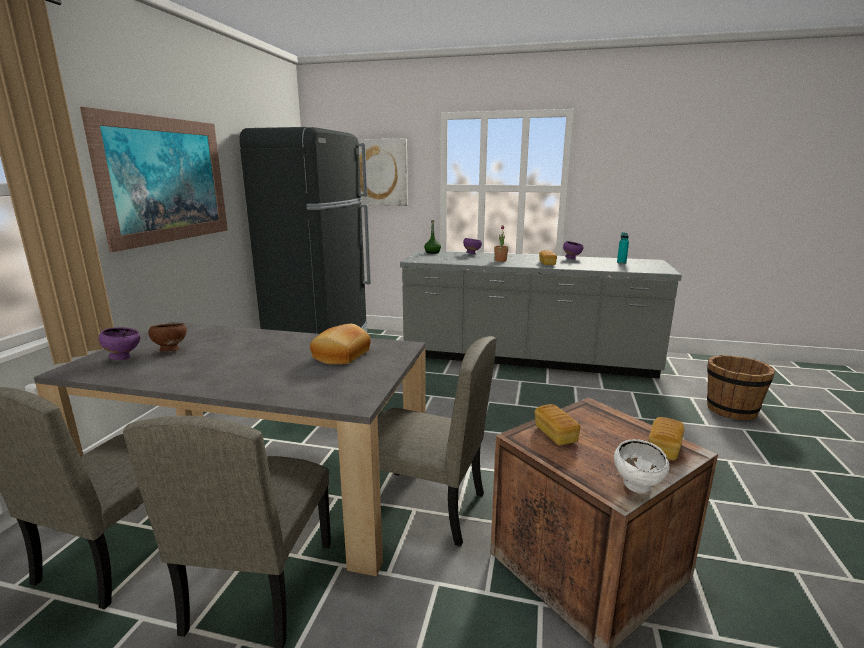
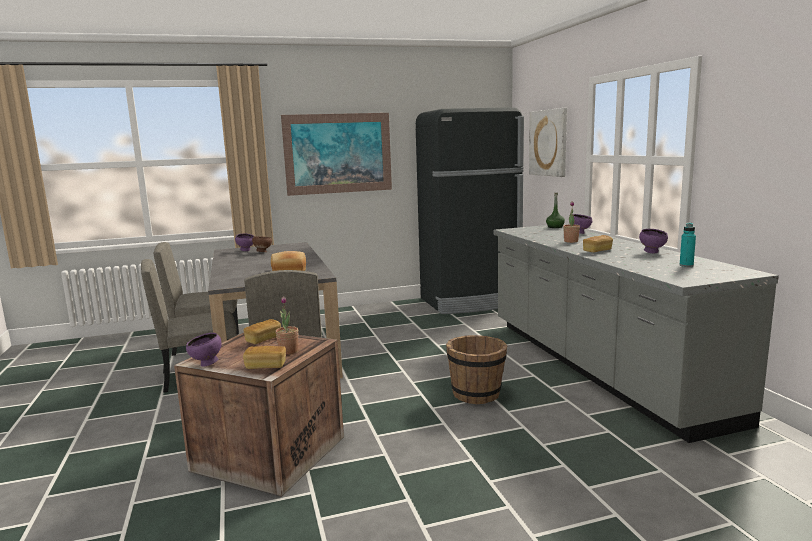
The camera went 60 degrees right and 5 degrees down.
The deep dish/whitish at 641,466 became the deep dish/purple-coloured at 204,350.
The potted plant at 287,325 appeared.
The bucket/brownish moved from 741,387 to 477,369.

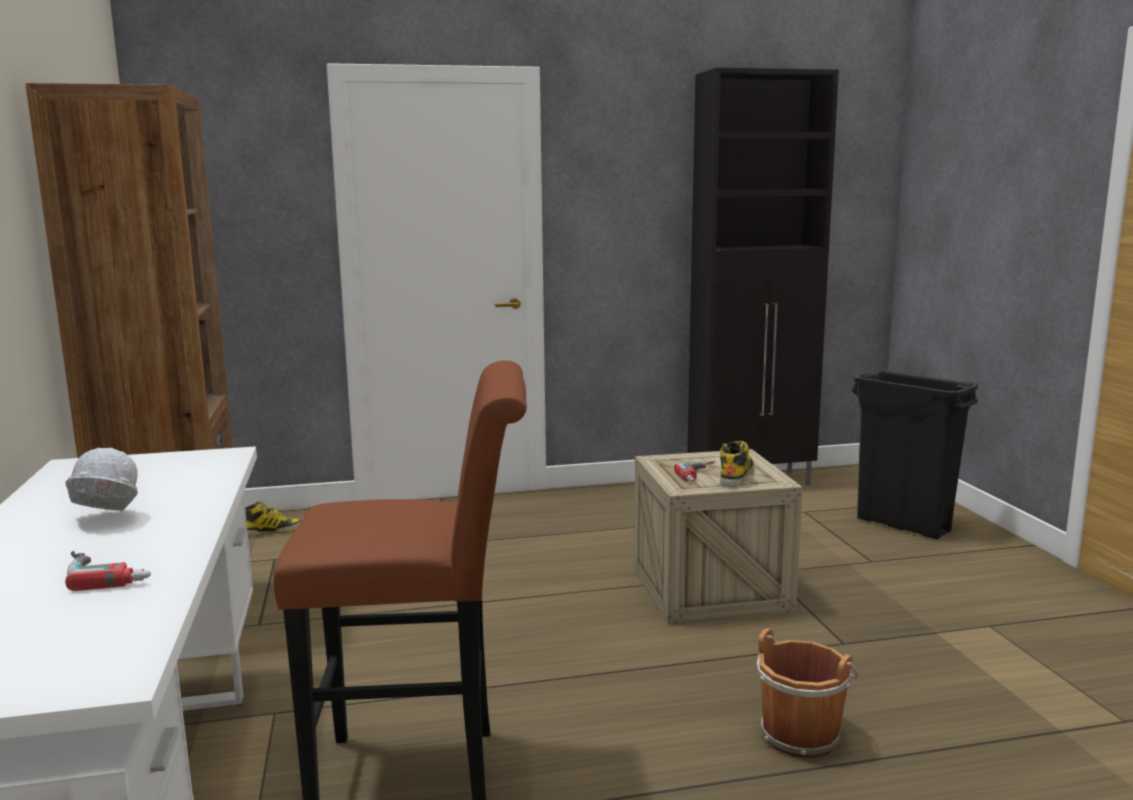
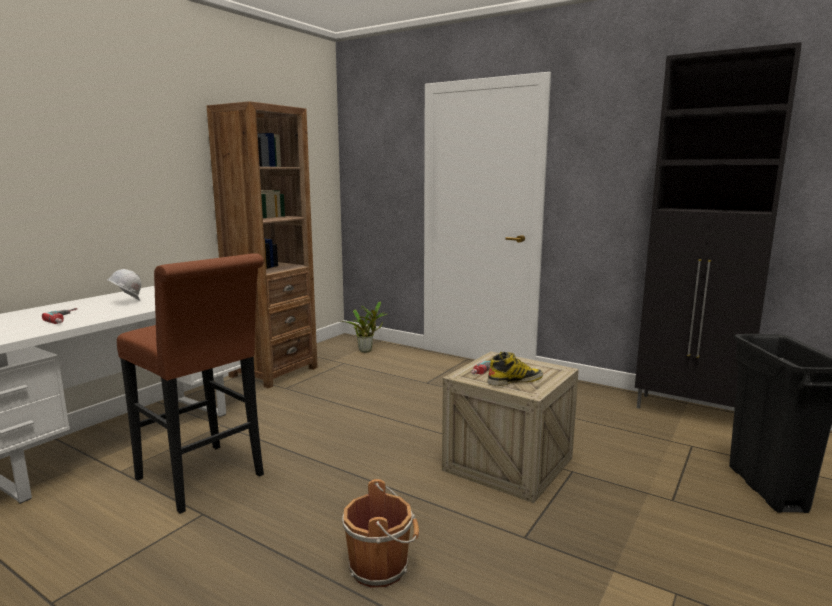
The camera went 45 degrees right and 0 degrees up.
The high-top boot at 273,518 was replaced by the potted plant at 363,327.

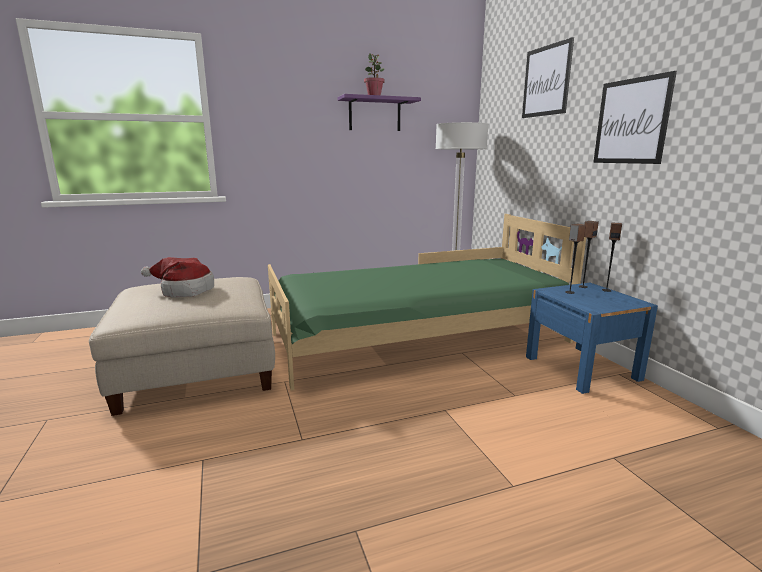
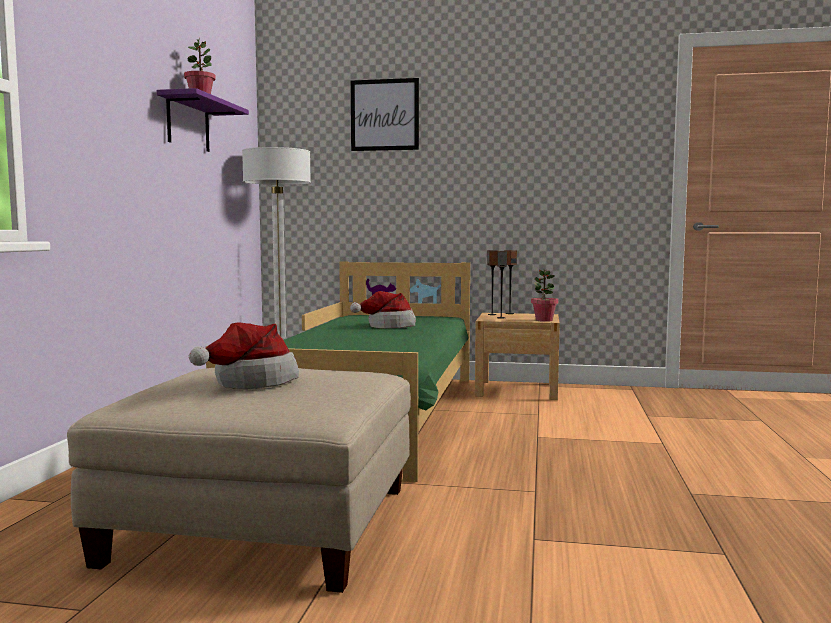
The camera went 60 degrees left and 10 degrees down.
The clothing hat at 383,310 appeared.
The nightstand/blue at 592,338 became the nightstand/beige-coloured at 517,356.
The potted plant at 545,295 appeared.
The wall art at 635,117 disappeared.

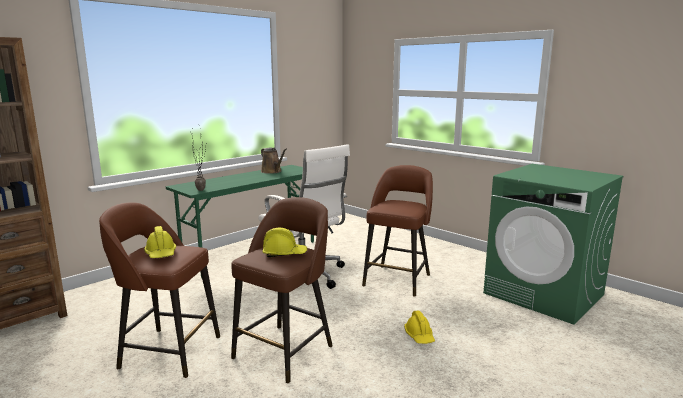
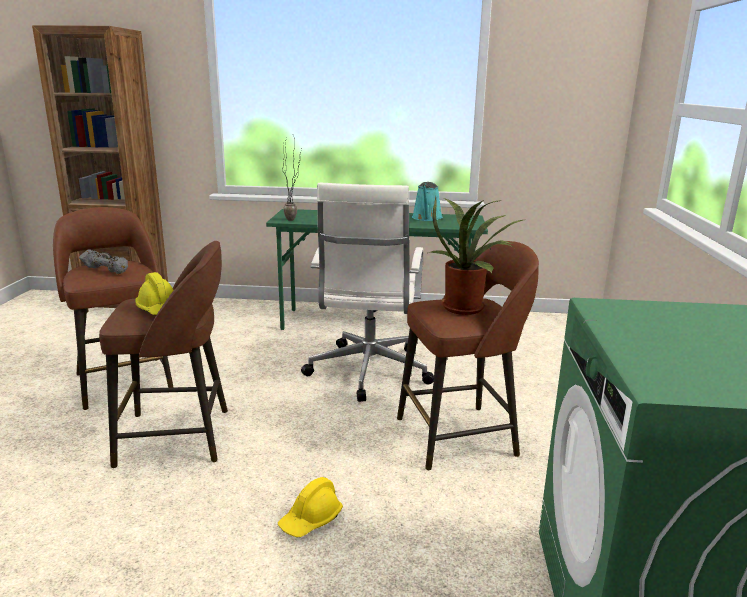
The camera went 50 degrees right and 5 degrees up.
The hard hat/yellowish at 160,242 was replaced by the dumbbell/grey at 103,261.
The sprinkling can/brownish at 274,160 became the sprinkling can/turquoise at 427,201.
The potted plant at 475,255 appeared.

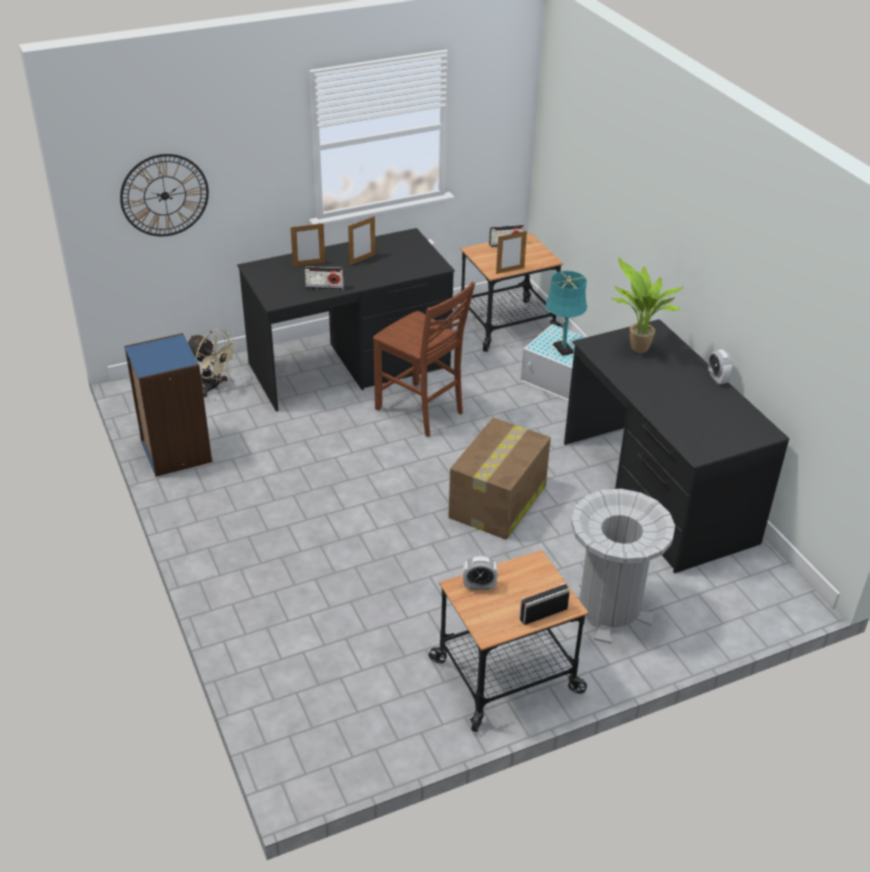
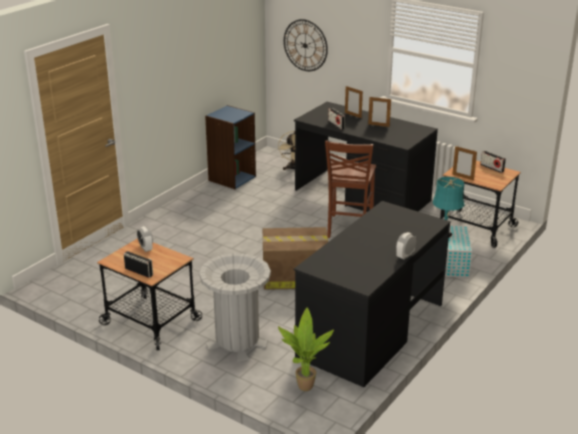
The camera went 60 degrees right and 10 degrees down.
The potted plant moved from 648,305 to 306,349.

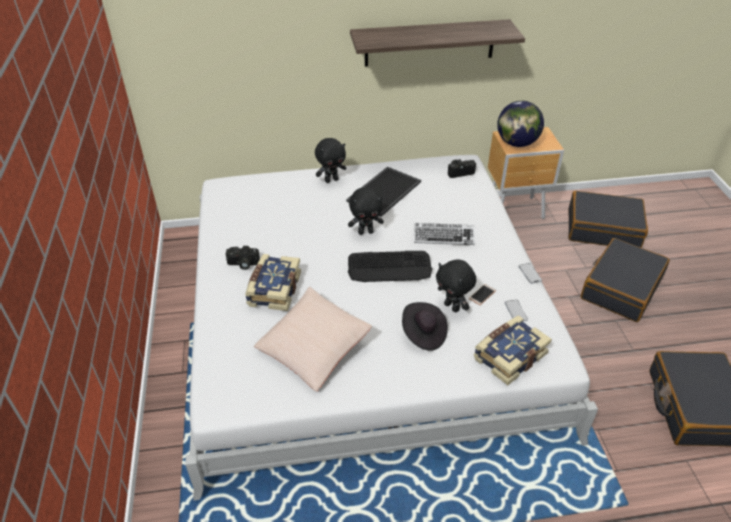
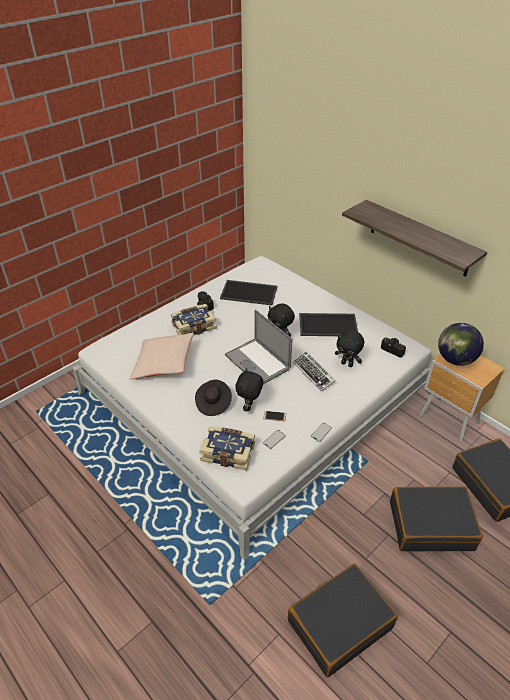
The camera went 55 degrees right and 0 degrees up.
The carrying tray at 249,292 appeared.
The PC keyboard at 390,266 was replaced by the notebook computer at 258,346.
The plush toy/black-coloured moved from 331,160 to 349,348.

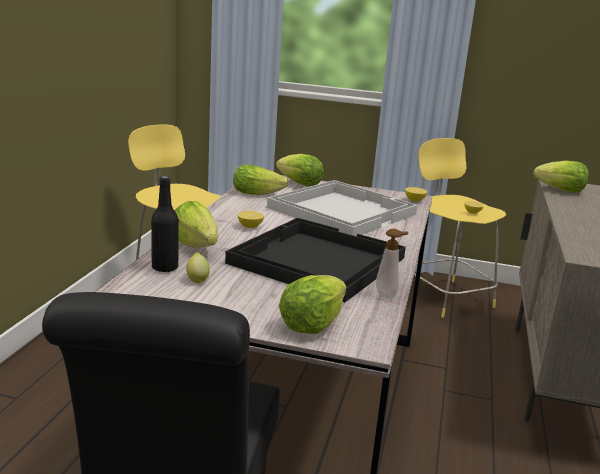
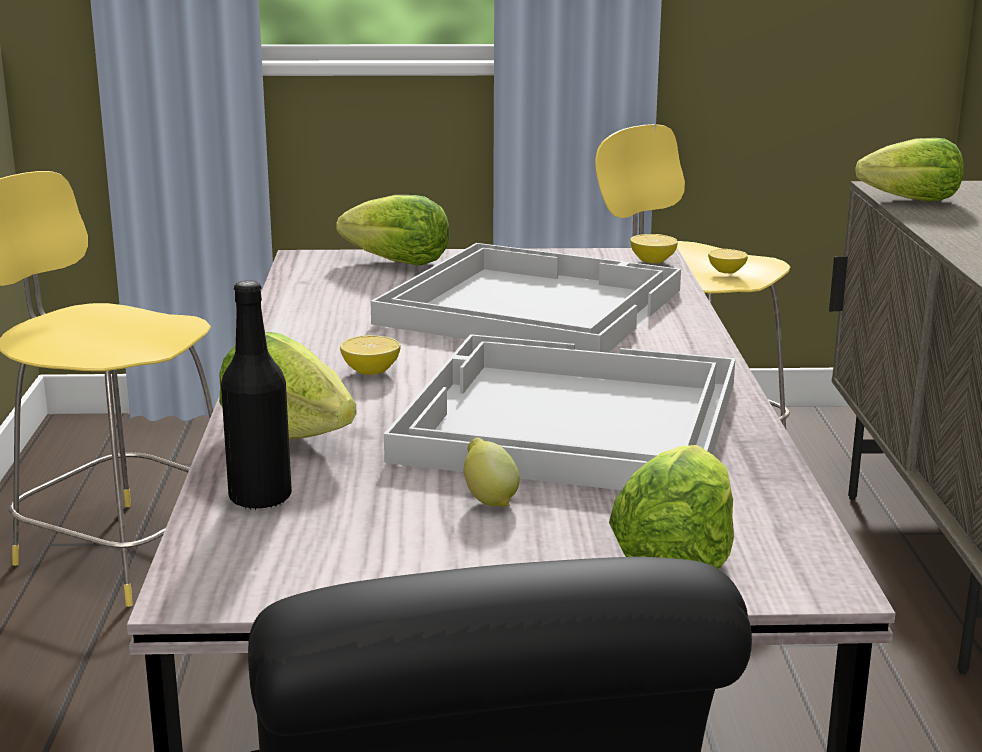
The camera went 15 degrees left and 0 degrees up.
The carrying tray/black-coloured at 315,260 became the carrying tray/whitish at 559,412.
The lemon moved from 198,268 to 492,472.
The head of lettuce at 261,180 disappeared.
The soap bottle at 392,264 disappeared.

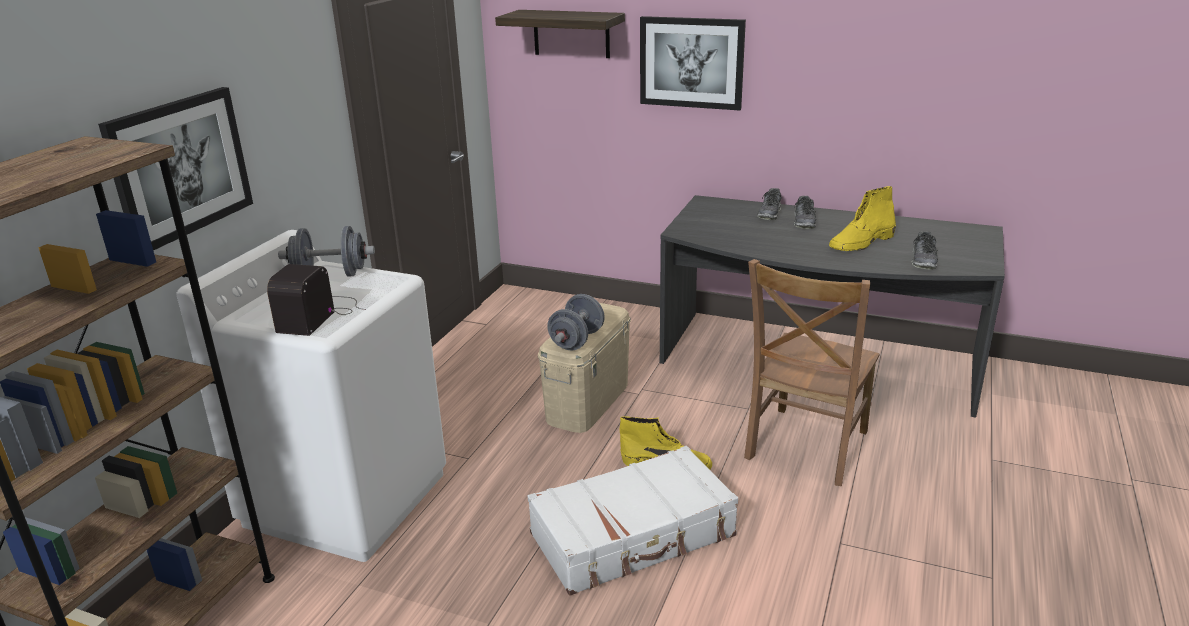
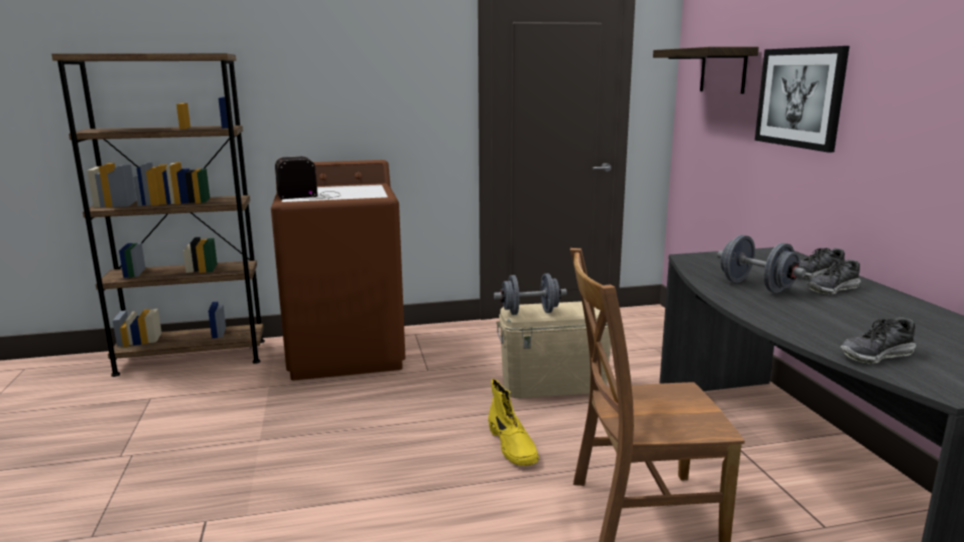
The camera went 55 degrees right and 10 degrees down.
The laundry appliance/whitish at 311,396 became the laundry appliance/brownish at 338,270.
The dumbbell/grey moved from 326,251 to 761,264.
The wall art at 175,168 disappeared.
The piece of luggage/whitish at 633,521 disappeared.
The high-top boot/yellowish at 862,218 disappeared.

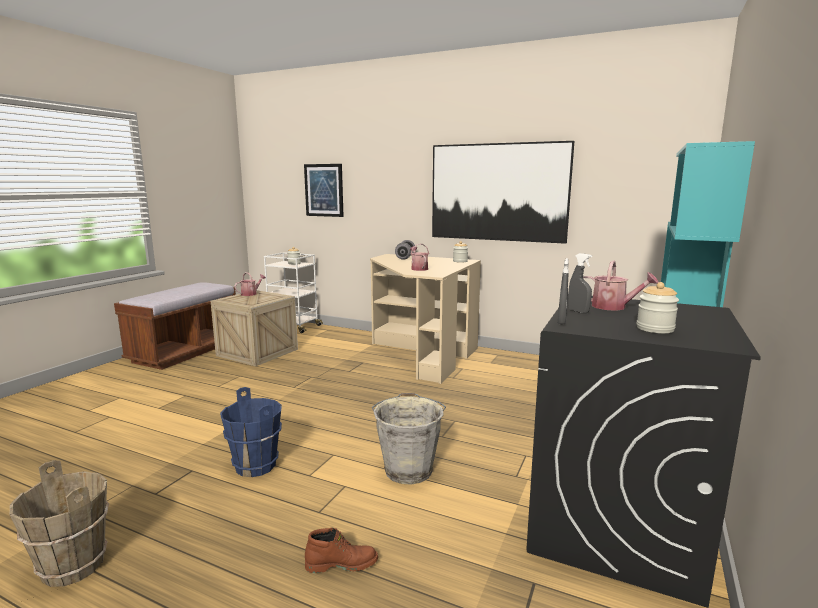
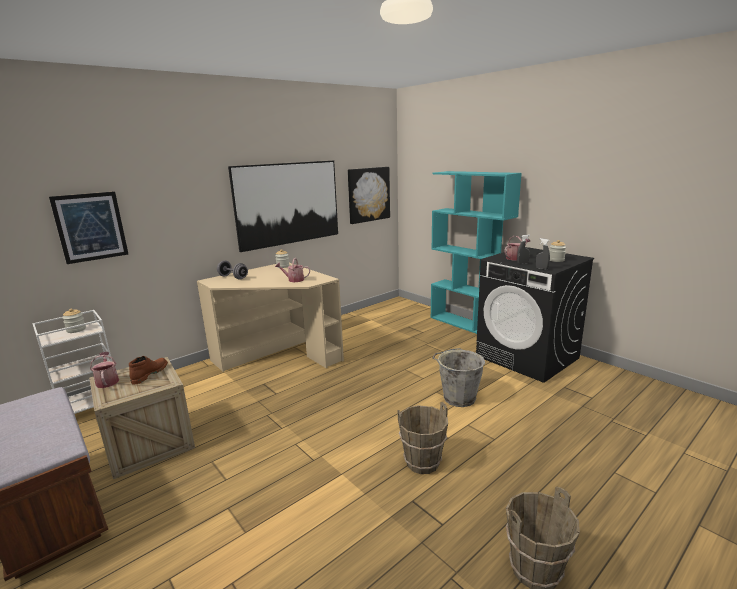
The camera went 65 degrees left and 5 degrees up.
The high-top boot/brownish moved from 341,550 to 148,370.
The wall art at 369,195 appeared.
The bucket/blue at 251,432 became the bucket/brownish at 423,438.

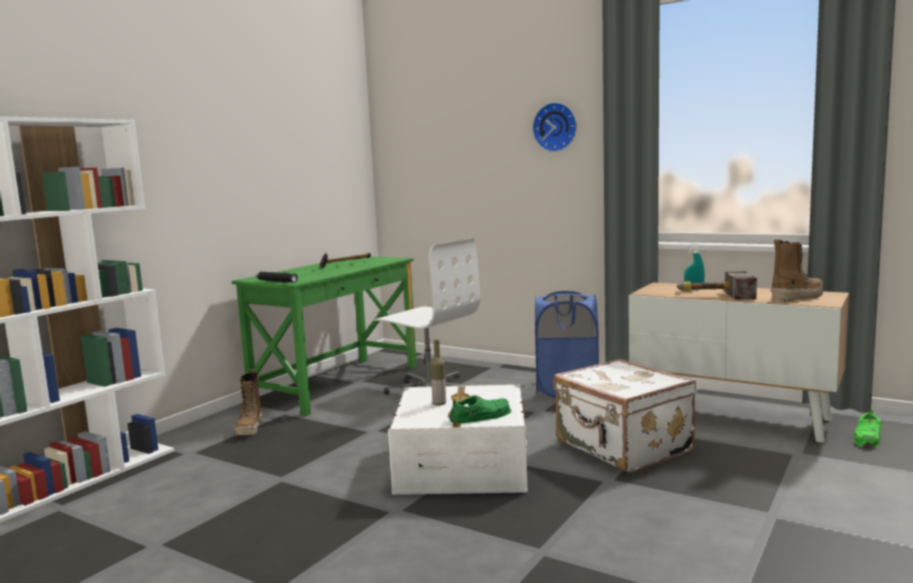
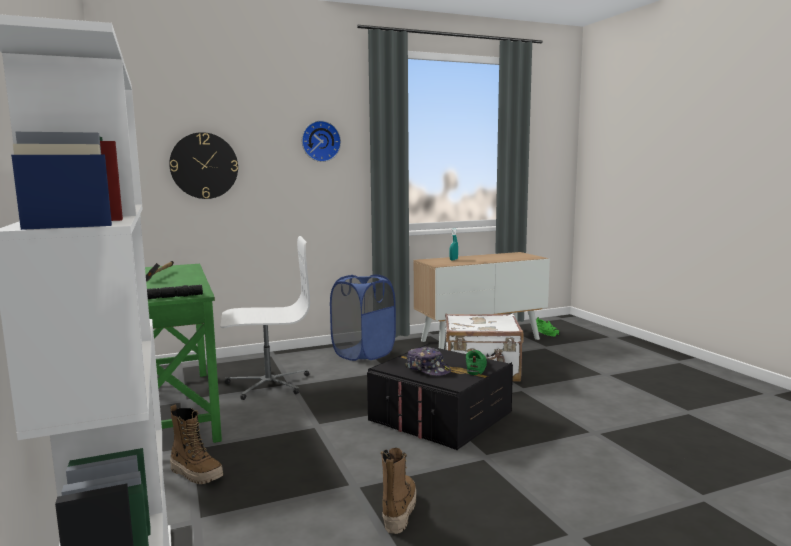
The camera went 55 degrees left and 0 degrees up.
The clock on the wall at 203,165 appeared.
The storage container/whitish at 457,439 became the storage container/black-coloured at 440,397.
The high-top boot moved from 797,270 to 398,491.
The drink bottle at 438,372 was replaced by the cap at 428,361.
The tool hammer at 717,285 disappeared.

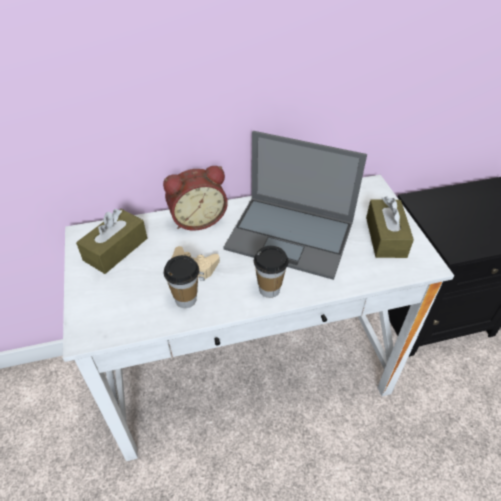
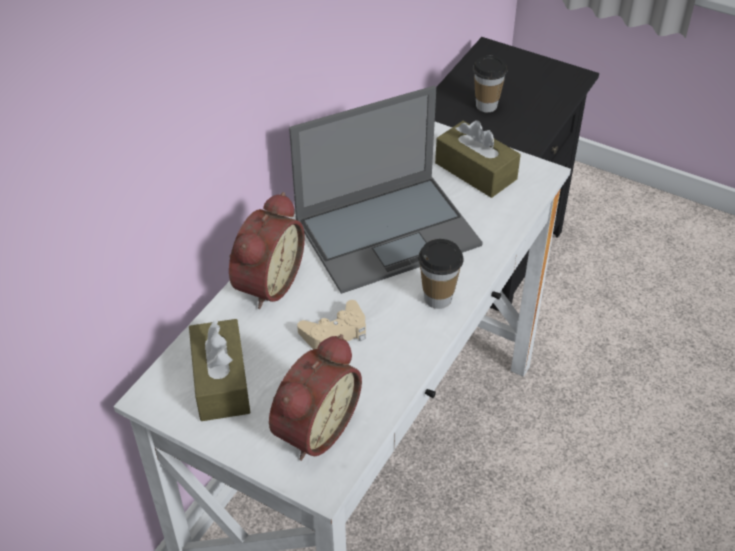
The camera went 45 degrees left and 0 degrees up.
The alarm clock at 315,397 appeared.
The small cup moved from 181,281 to 490,84.

